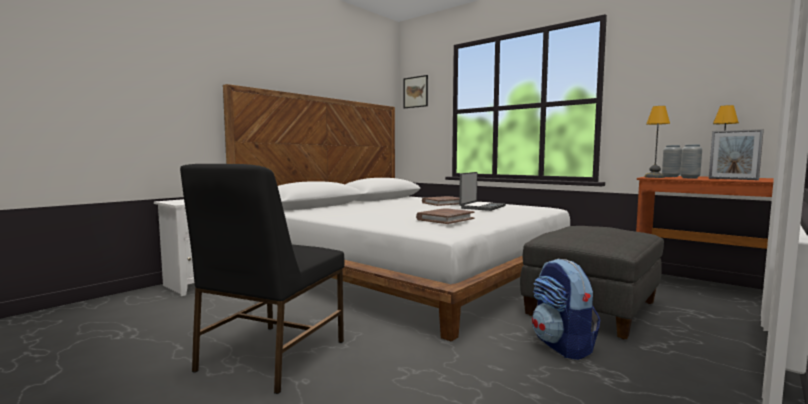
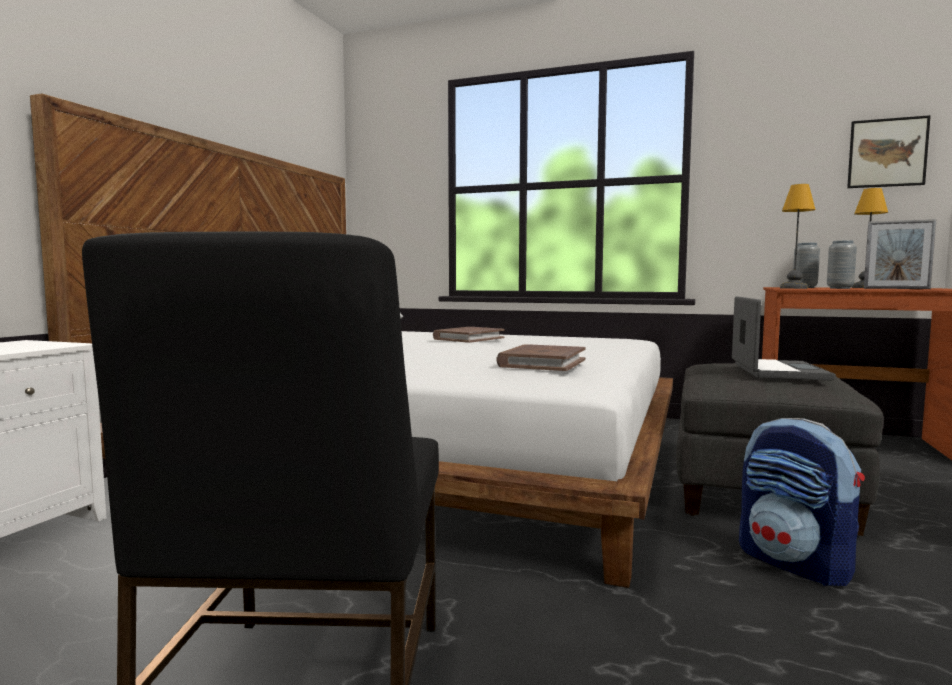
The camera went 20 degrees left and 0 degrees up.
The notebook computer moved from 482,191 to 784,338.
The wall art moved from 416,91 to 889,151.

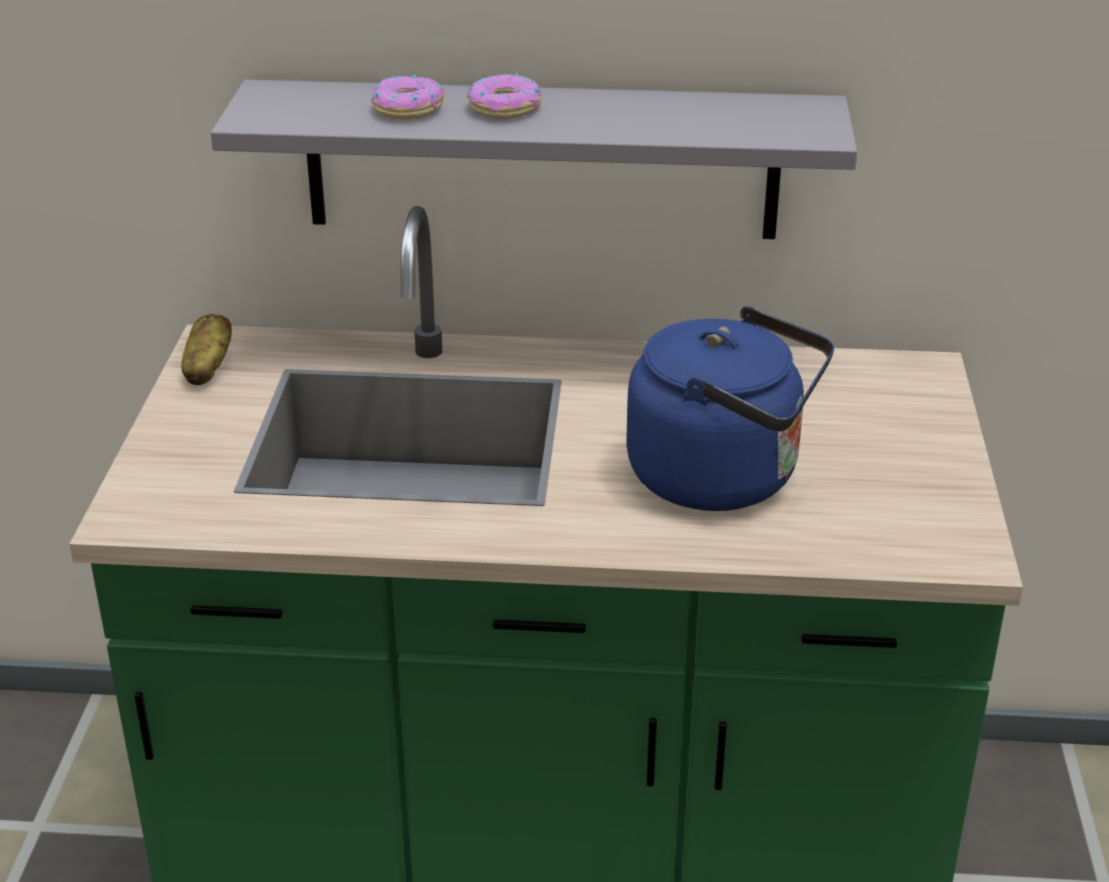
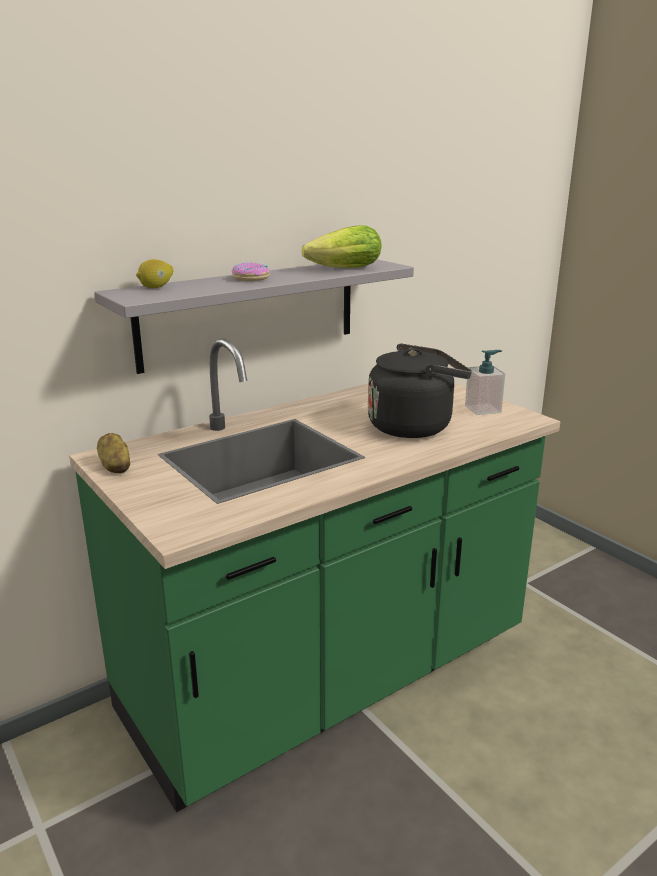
The camera went 40 degrees left and 10 degrees down.
The lemon at 154,273 appeared.
The head of lettuce at 341,246 appeared.
The tea kettle/blue at 730,408 became the tea kettle/black-coloured at 420,390.
The soap bottle at 485,382 appeared.
The doughnut at 408,97 disappeared.

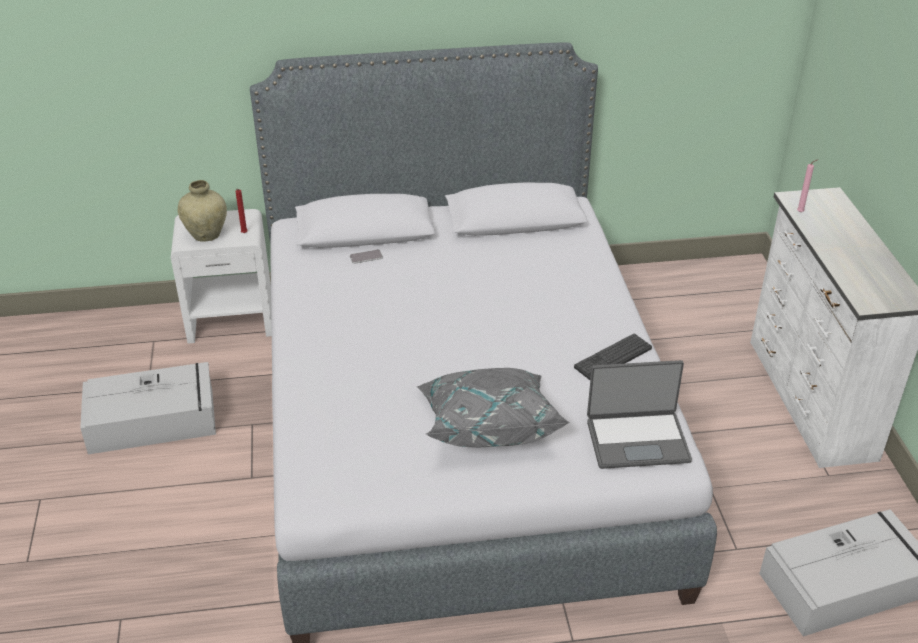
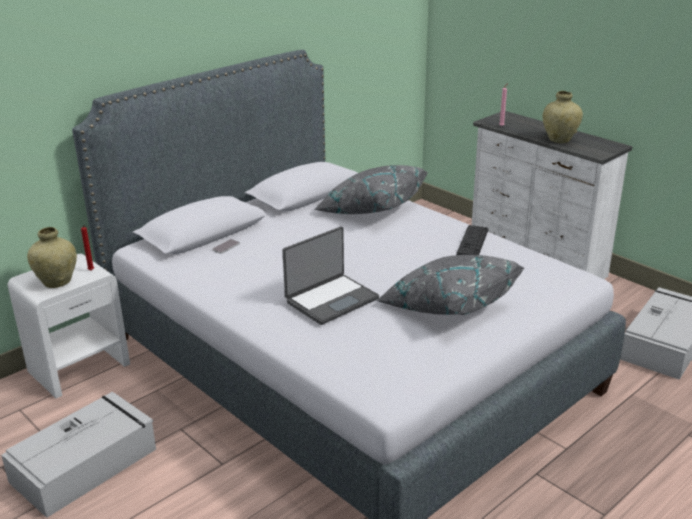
The camera went 35 degrees left and 10 degrees down.
The notebook computer moved from 639,414 to 330,275.
The throw pillow/grey at 370,189 appeared.
The decorative vase/beige-coloured at 562,117 appeared.

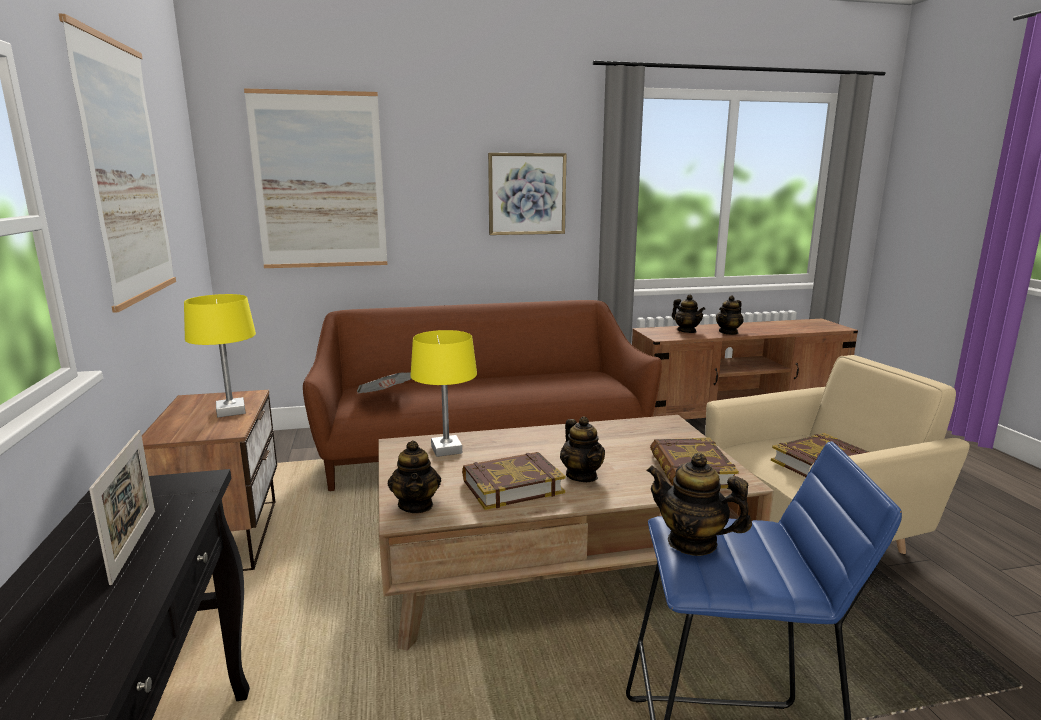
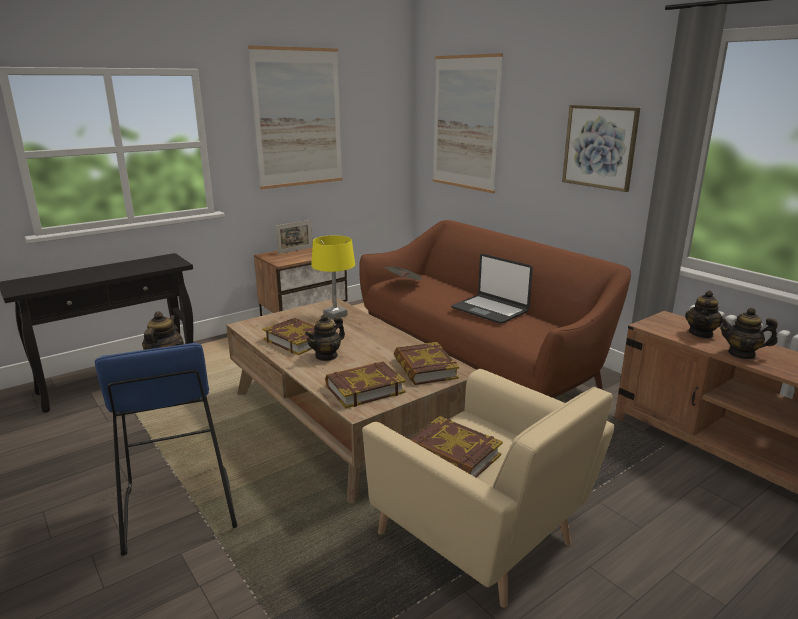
The camera went 65 degrees right and 5 degrees up.
The standing frame moved from 122,507 to 294,237.
The book at 426,363 appeared.
The notebook computer at 492,289 appeared.
The lamp for a table/yellowish at 220,356 disappeared.
The tea pot at 414,477 disappeared.

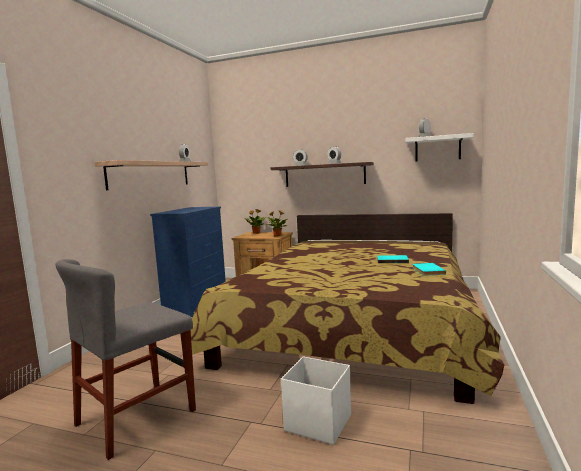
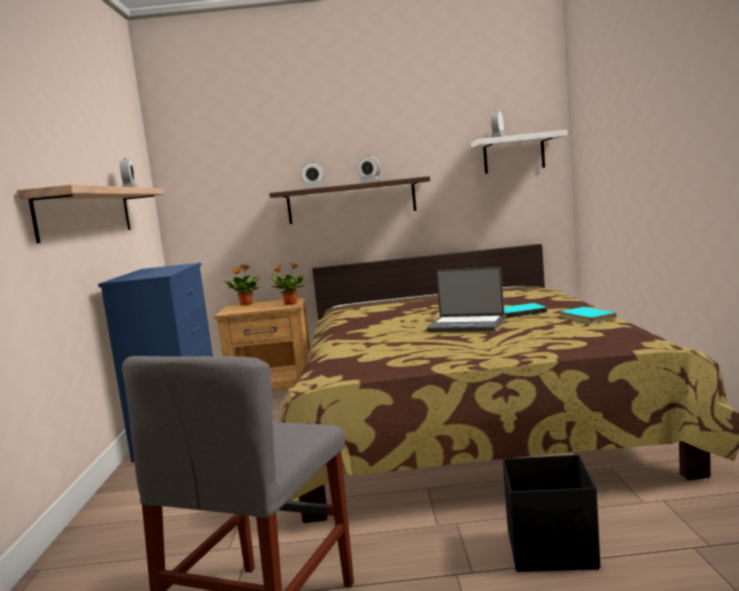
The camera went 20 degrees left and 0 degrees up.
The notebook computer at 465,299 appeared.
The storage container/whitish at 316,400 became the storage container/black-coloured at 551,513.

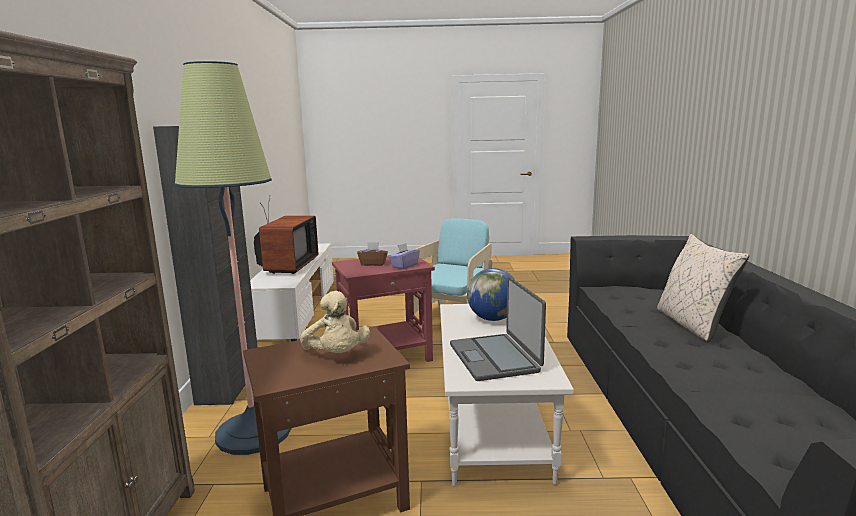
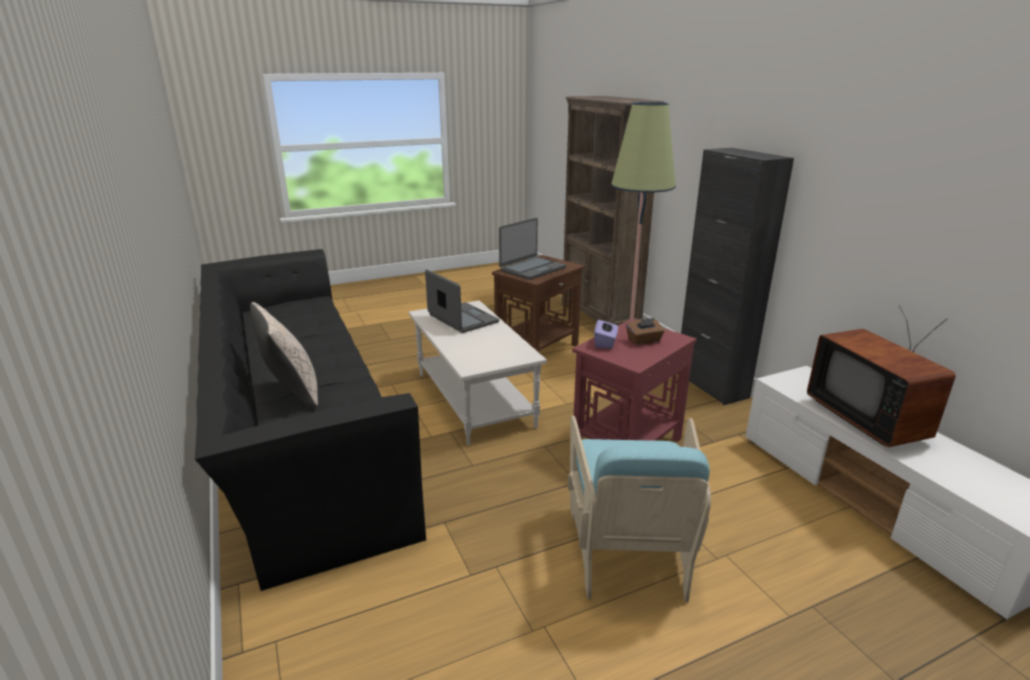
The camera went 155 degrees right and 10 degrees up.
The plush toy/beige-coloured at 335,322 was replaced by the notebook computer at 532,249.
The world globe at 491,294 disappeared.

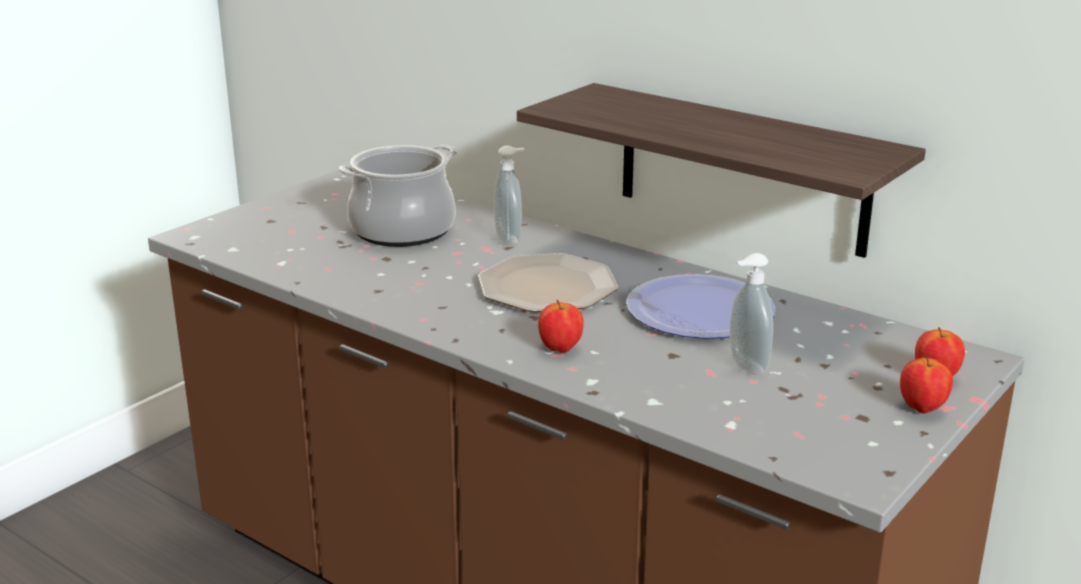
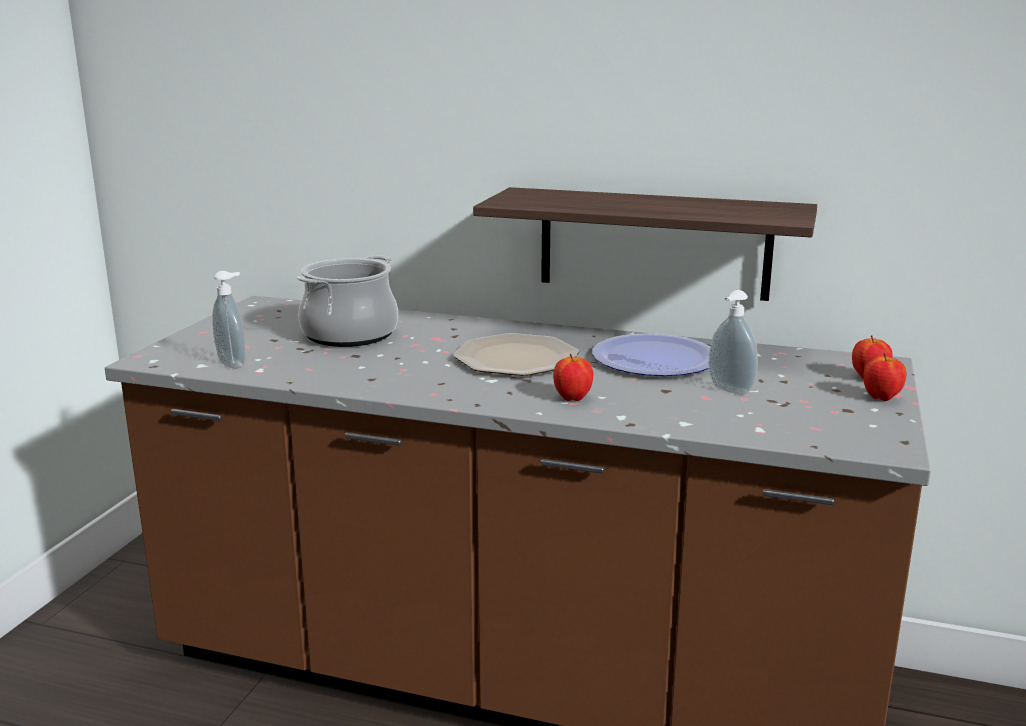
The camera went 20 degrees left and 5 degrees down.
The soap bottle moved from 509,196 to 228,320.

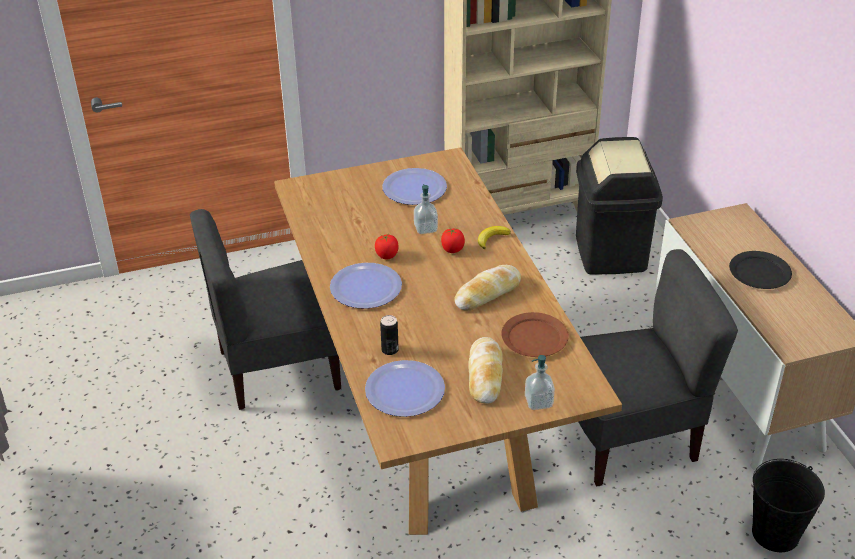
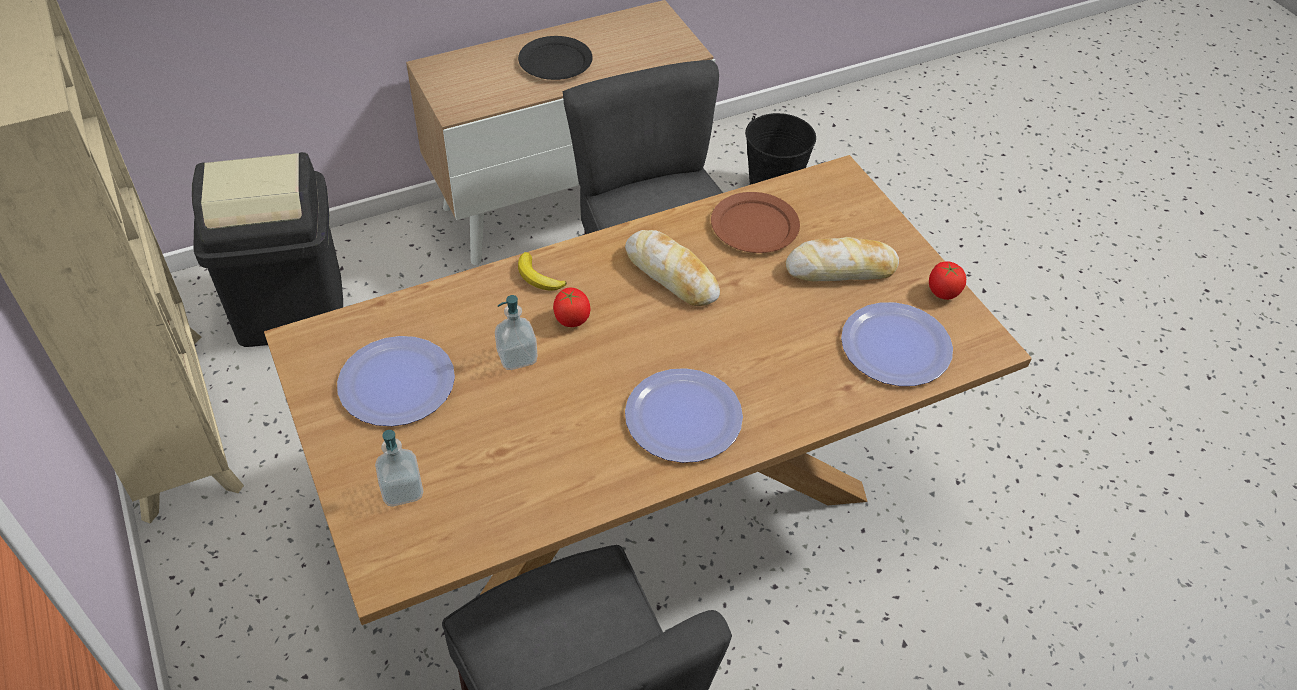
The camera went 100 degrees left and 10 degrees up.
The soap bottle moved from 540,382 to 399,468.
The whole tomato moved from 387,246 to 947,280.
The can at 389,335 disappeared.

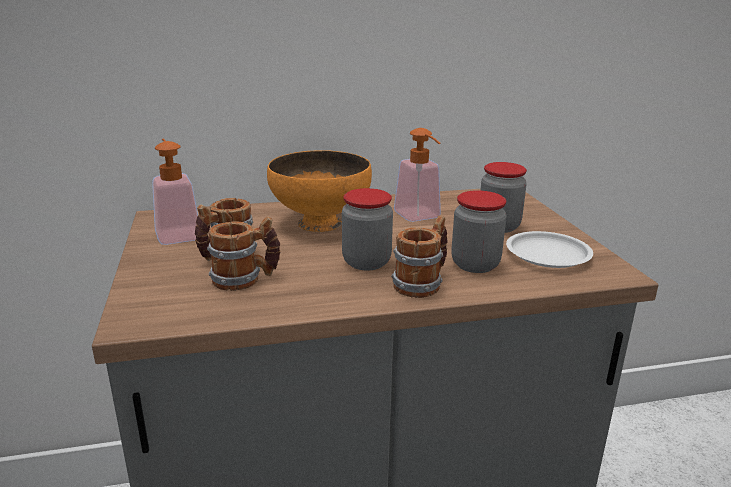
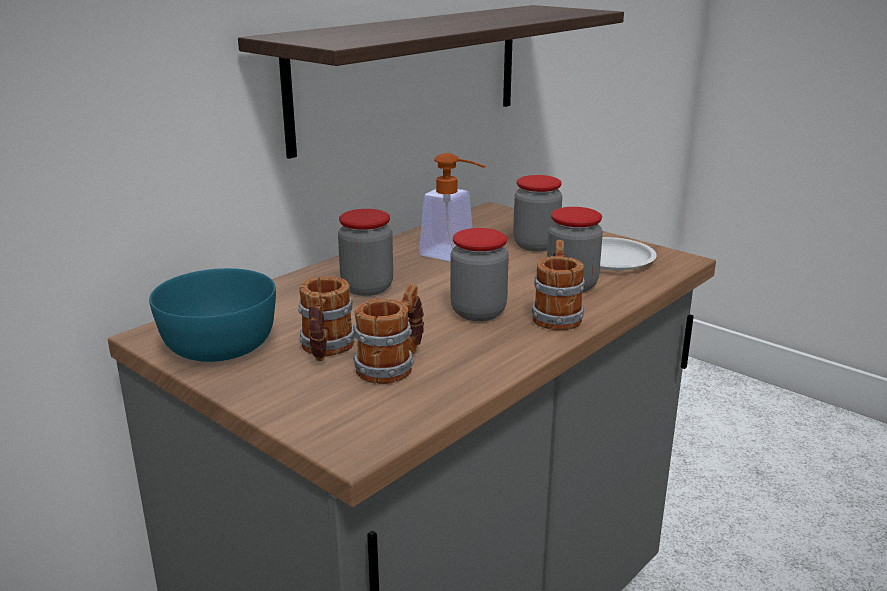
The camera went 35 degrees left and 0 degrees up.
The soap bottle at 175,191 was replaced by the deep dish/turquoise at 212,315.
The wall shelf at 431,82 appeared.
The deep dish/orange at 319,191 was replaced by the storage jar at 365,252.

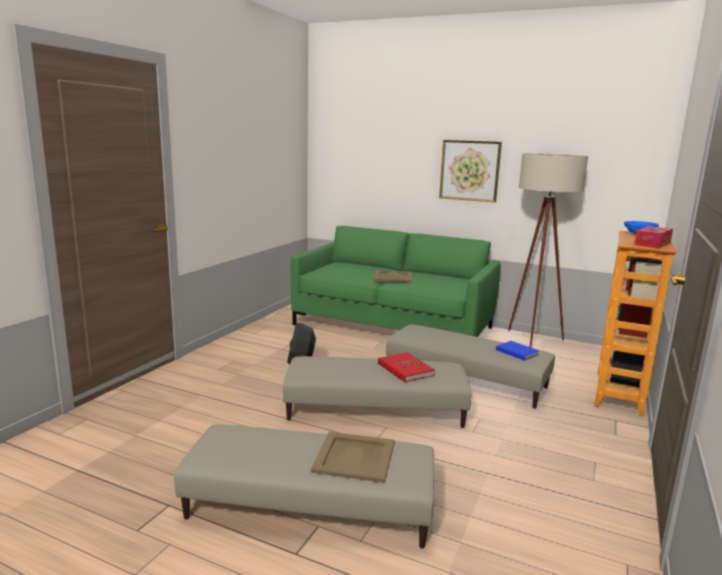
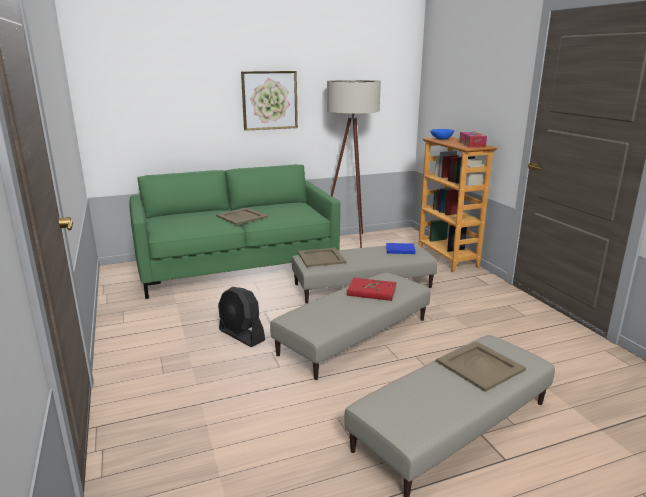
The camera went 45 degrees left and 5 degrees up.
The carrying tray/beige-coloured at 322,257 appeared.

